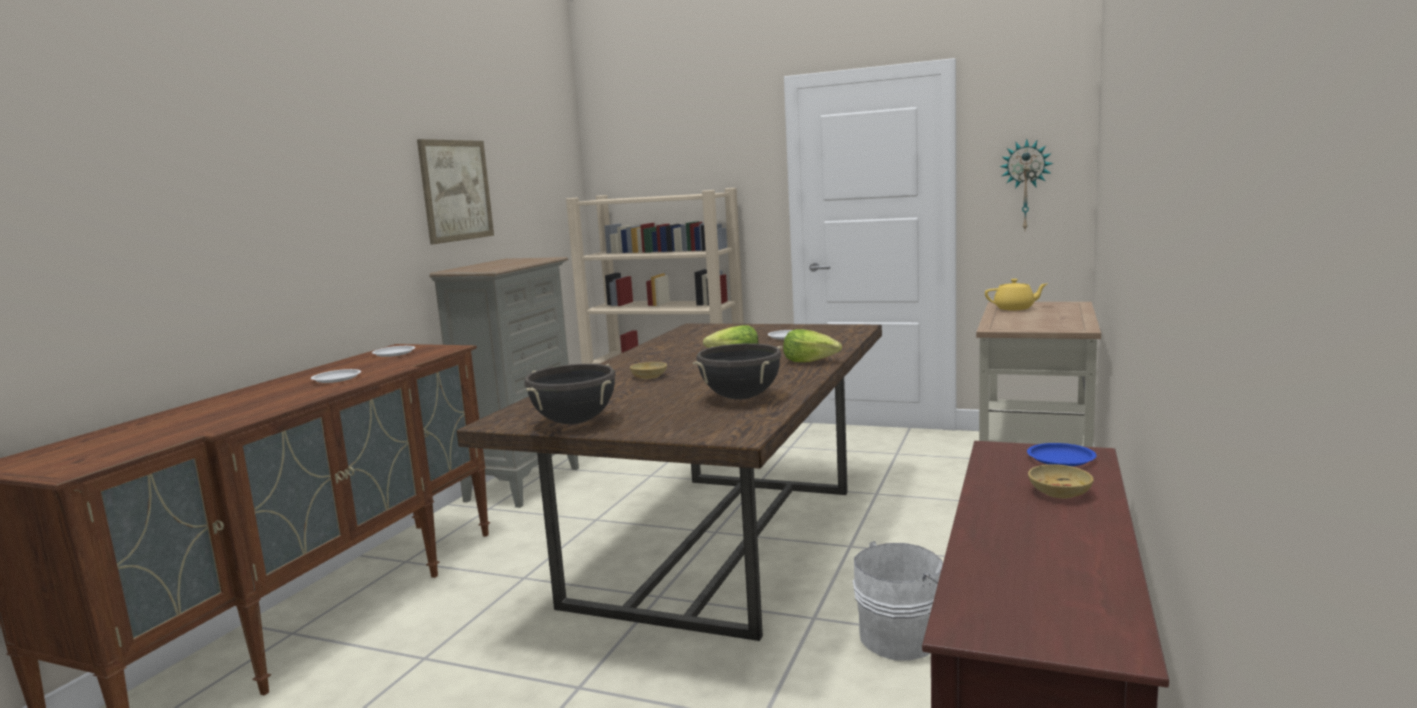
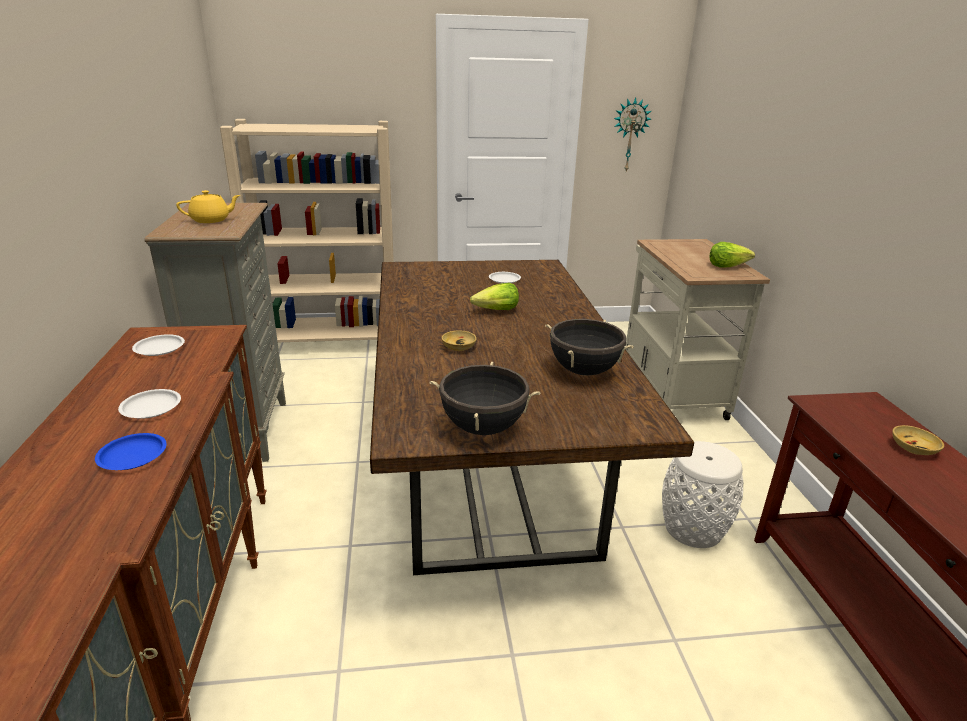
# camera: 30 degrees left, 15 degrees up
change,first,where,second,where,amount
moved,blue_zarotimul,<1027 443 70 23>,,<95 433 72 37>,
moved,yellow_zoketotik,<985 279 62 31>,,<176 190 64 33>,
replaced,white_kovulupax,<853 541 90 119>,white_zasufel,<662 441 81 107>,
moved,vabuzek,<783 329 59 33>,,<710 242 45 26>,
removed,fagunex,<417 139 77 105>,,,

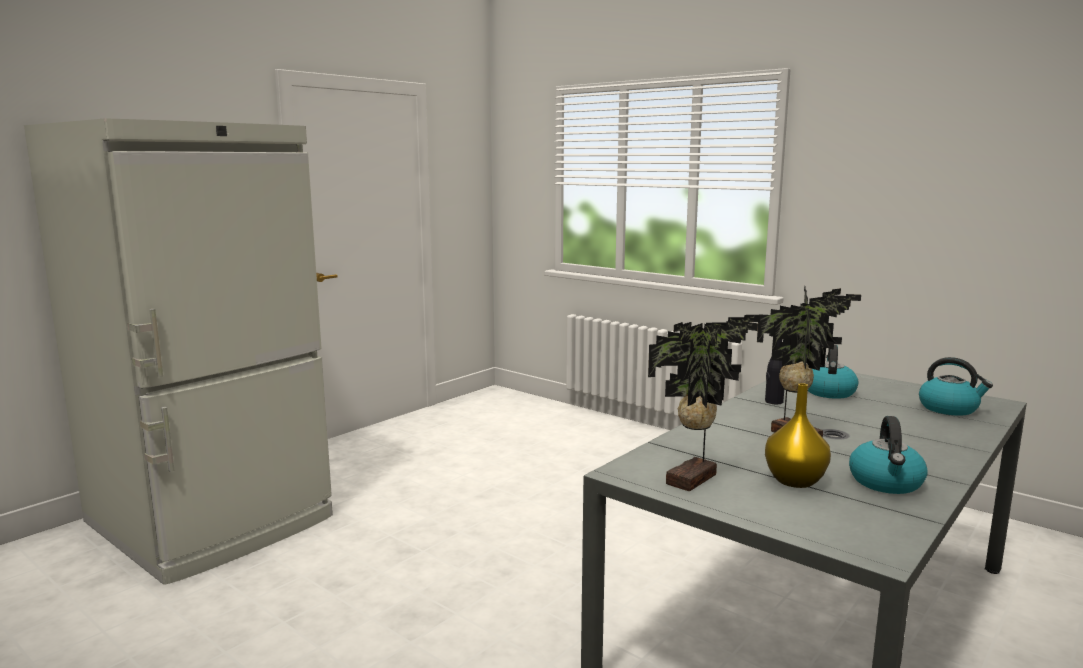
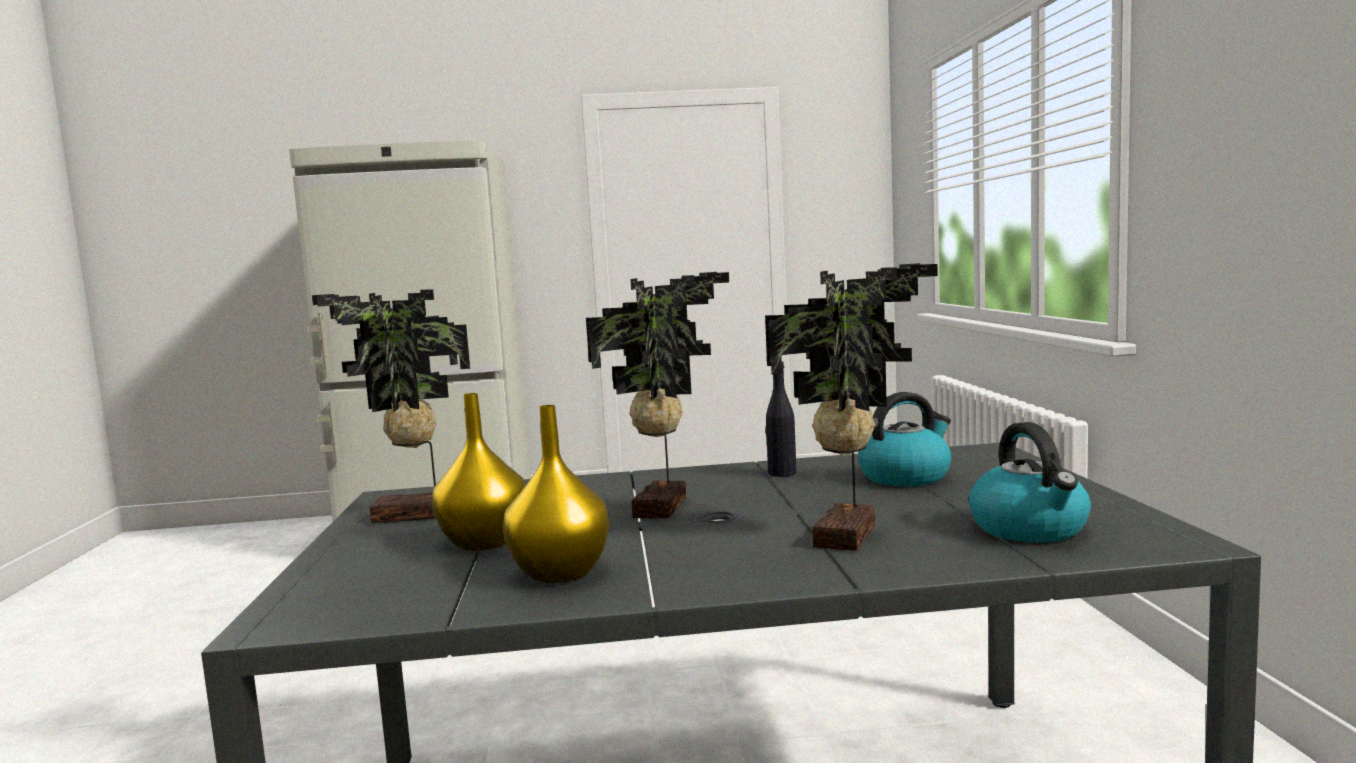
# camera: 45 degrees right, 5 degrees down
change,first,where,second,where,amount
replaced,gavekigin,<849 416 79 78>,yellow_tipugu,<503 405 106 178>,
added,,,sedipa,<765 263 173 288>,

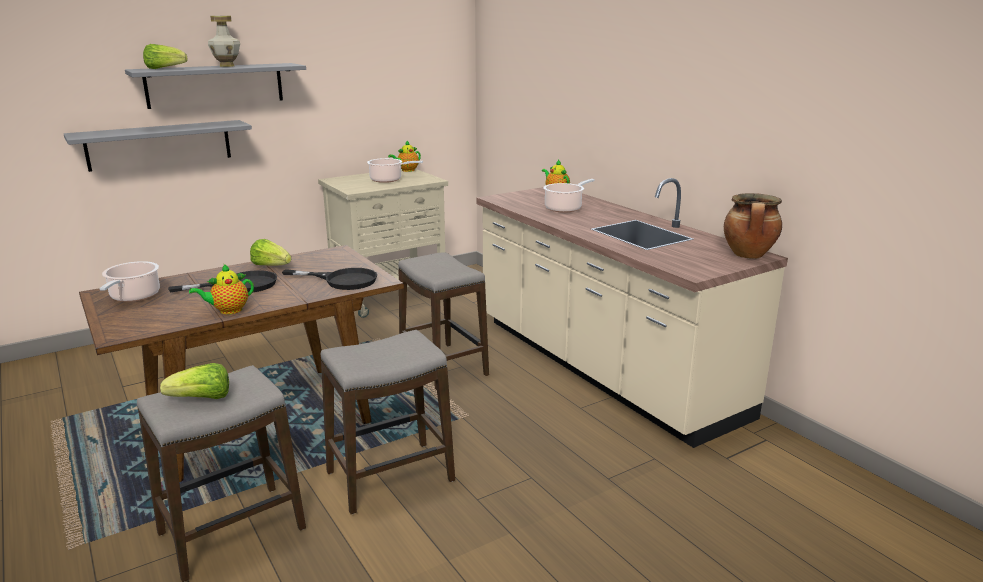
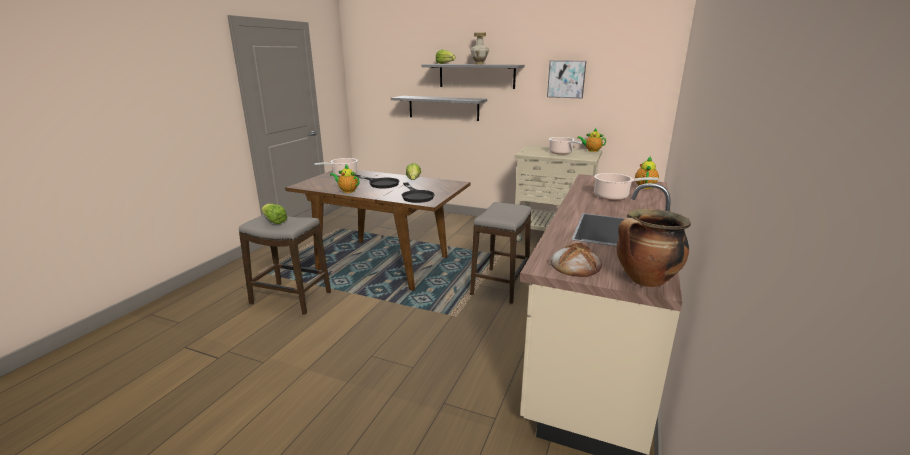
# camera: 55 degrees right, 0 degrees up
change,first,where,second,where,amount
added,,,fagunex,<547 61 39 37>,
added,,,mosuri,<550 243 52 34>,
removed,zasufel,<321 330 134 184>,,,

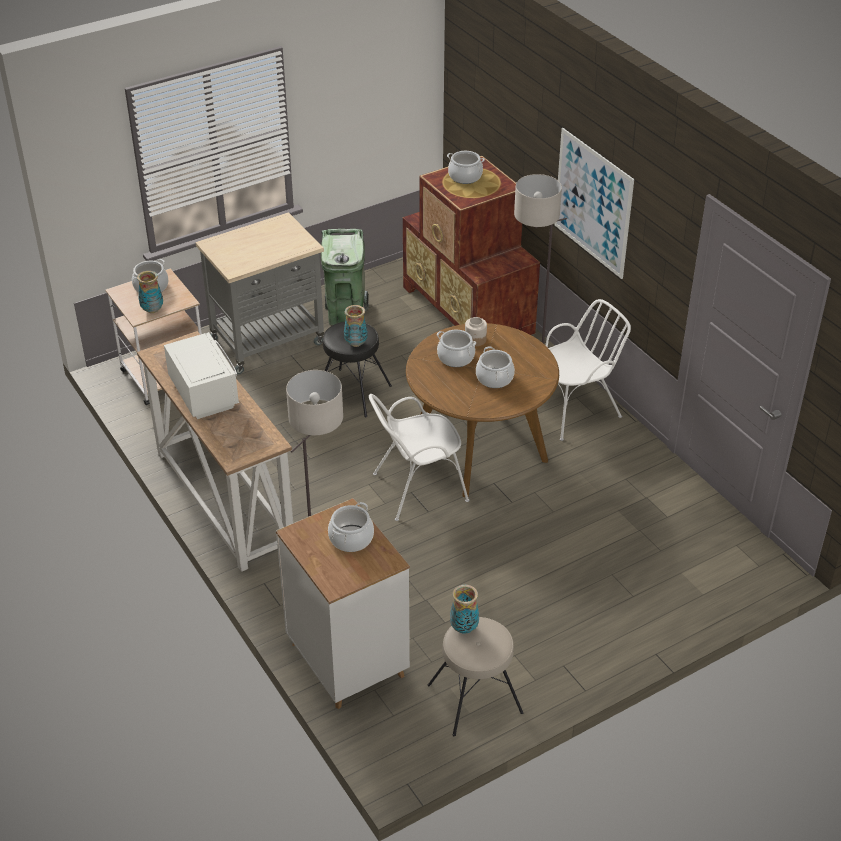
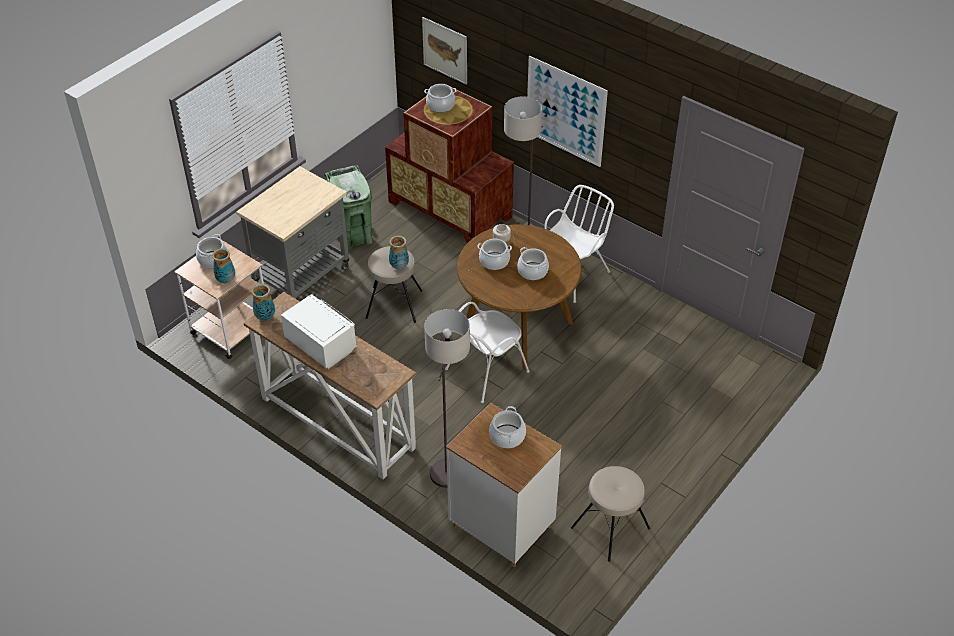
# camera: 20 degrees left, 5 degrees up
change,first,where,second,where,amount
moved,tipugu,<450 585 29 48>,,<251 284 24 36>,
recoloured,black_zasufel,<323 321 69 96>,beige_zasufel,<366 246 56 77>,
added,,,fagunex,<422 17 45 68>,

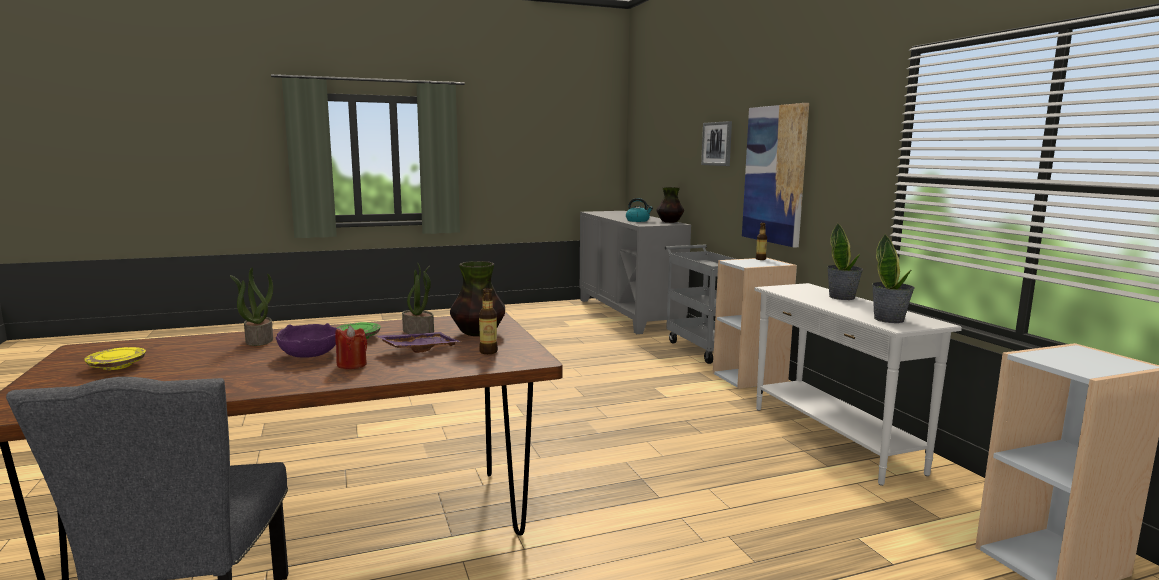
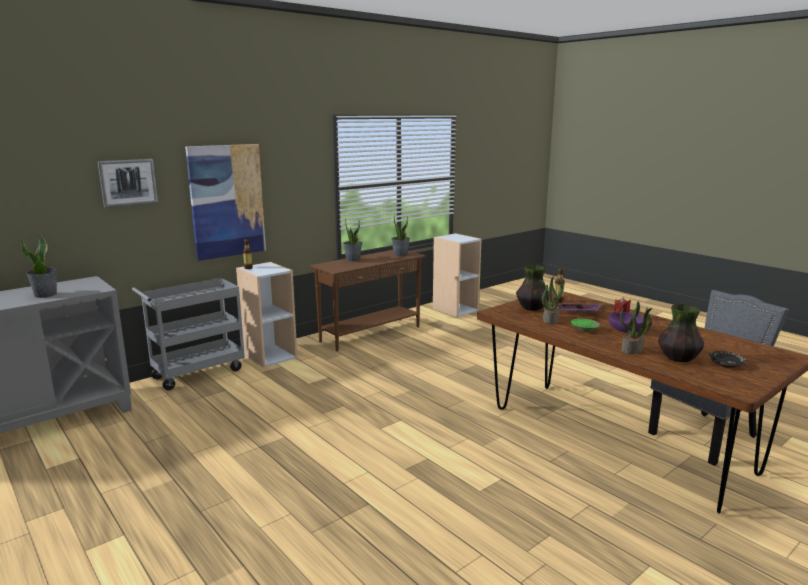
# camera: 110 degrees left, 5 degrees up
change,first,where,second,where,amount
replaced,gavekigin,<626 198 27 24>,sedipa,<21 234 36 64>,
recoloured,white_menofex,<754 283 208 203>,brown_menofex,<310 250 115 102>,
moved,tipugu,<657 187 27 36>,,<658 304 46 58>,
recoloured,yellow_zarotimul,<84 347 62 23>,black_zarotimul,<709 351 38 17>,

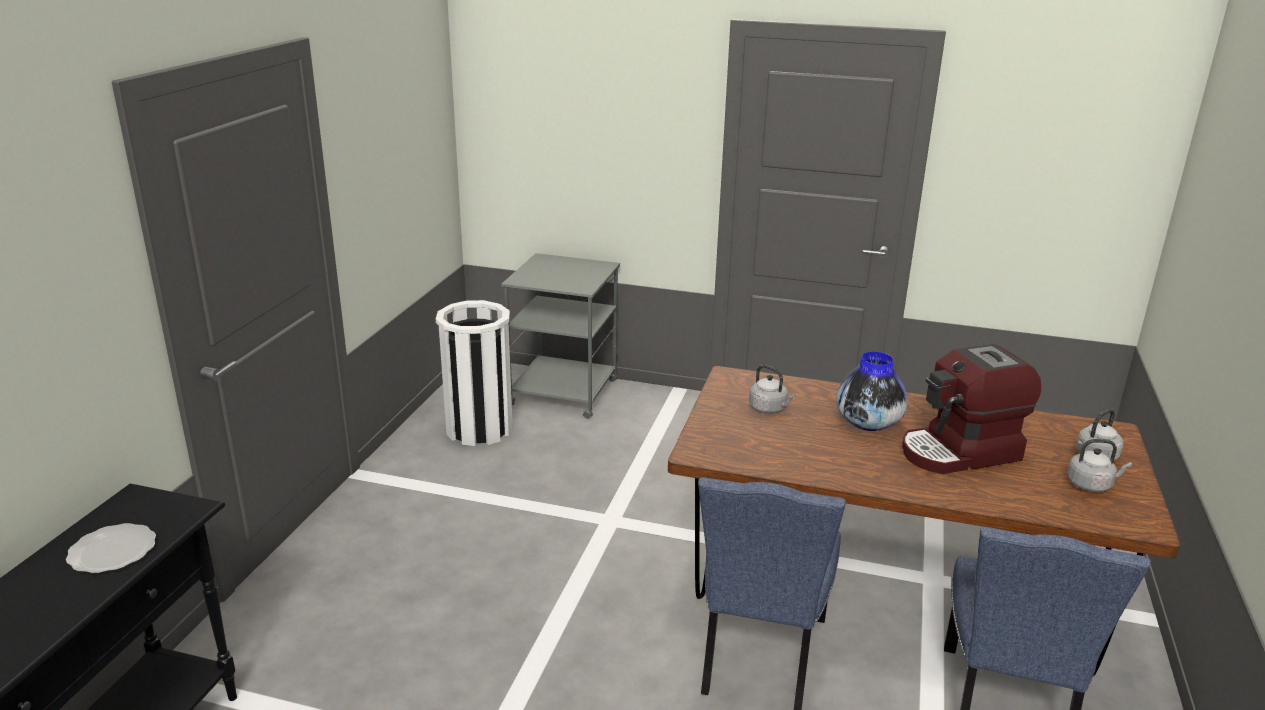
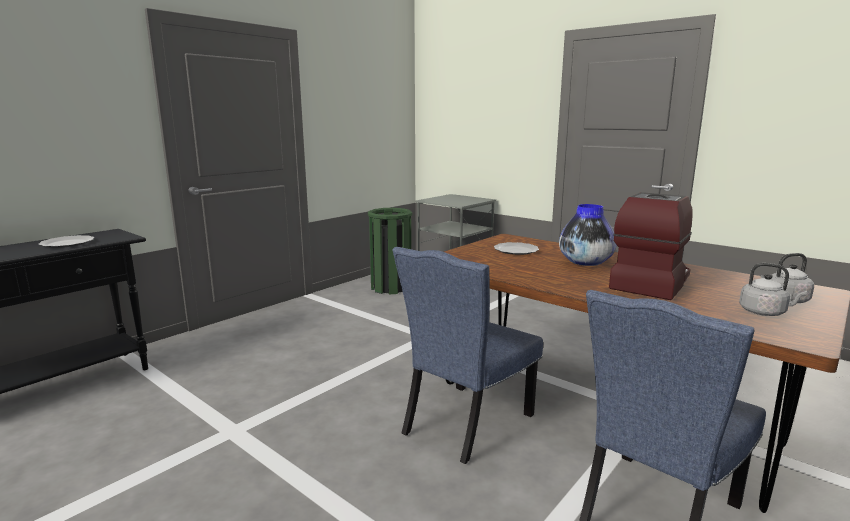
# camera: 25 degrees right, 10 degrees down
change,first,where,second,where,amount
recoloured,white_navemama,<436 300 77 146>,green_navemama,<368 208 44 86>,
replaced,grey_gavekigin,<749 365 46 49>,zarotimul,<494 242 45 13>,
turned,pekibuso,<902 344 139 130>,,<609 192 83 108>,120 degrees clockwise

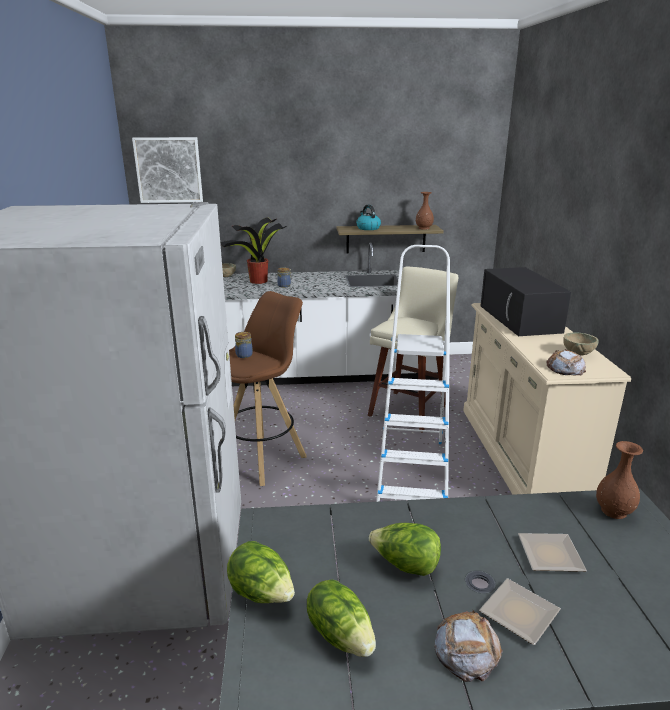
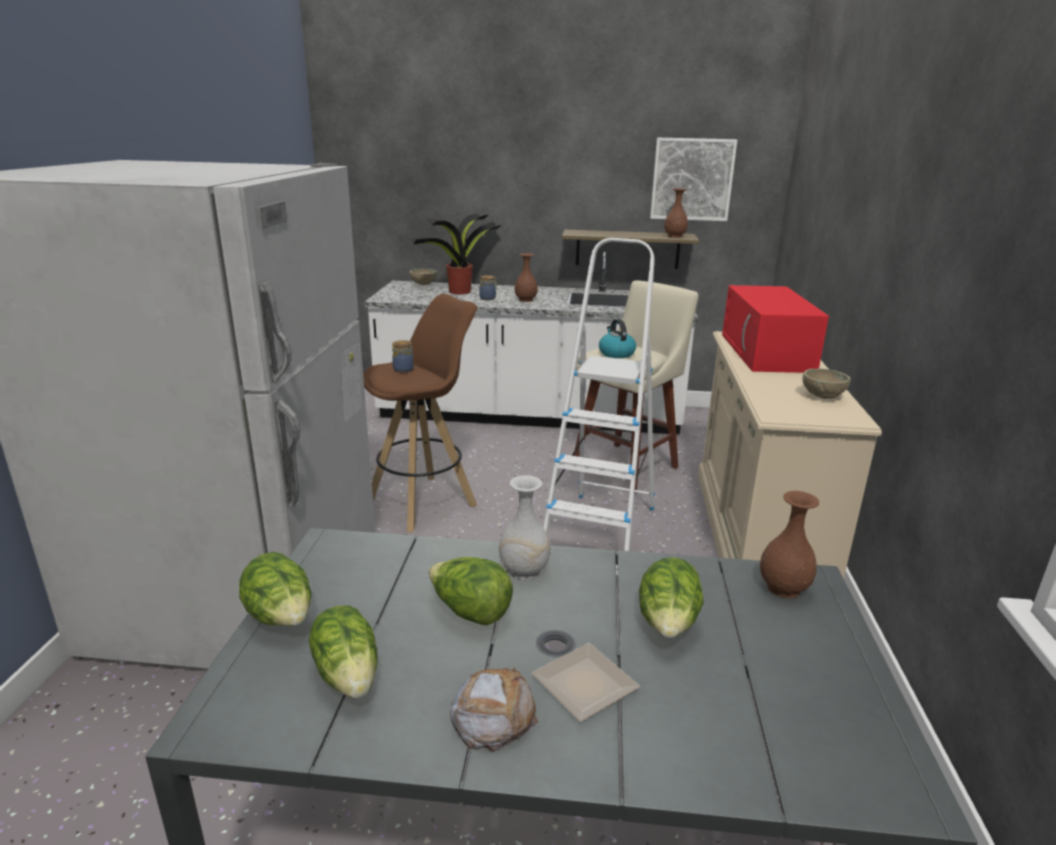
# camera: 10 degrees right, 0 degrees up
change,first,where,second,where,amount
added,,,white_tipugu,<499 475 52 105>,
added,,,brown_tipugu,<515 253 23 49>,
moved,gavekigin,<356 205 25 25>,,<599 319 37 39>,
replaced,zarotimul,<518 533 69 39>,vabuzek,<639 557 65 81>,
moved,fagunex,<132 137 71 66>,,<650 138 87 83>,
recoloured,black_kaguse,<481 267 90 69>,red_kaguse,<722 285 107 88>,
removed,mosuri,<546 349 40 26>,,,

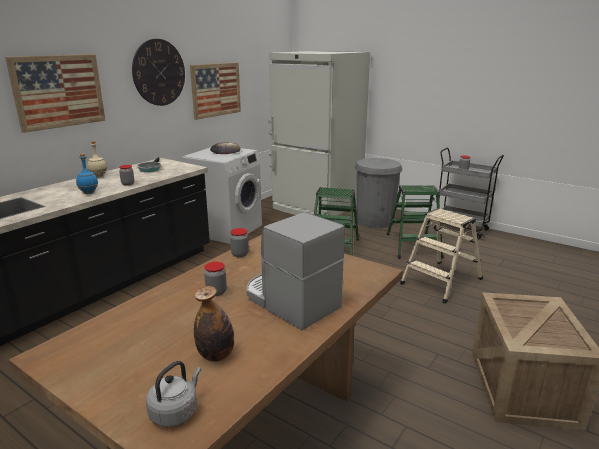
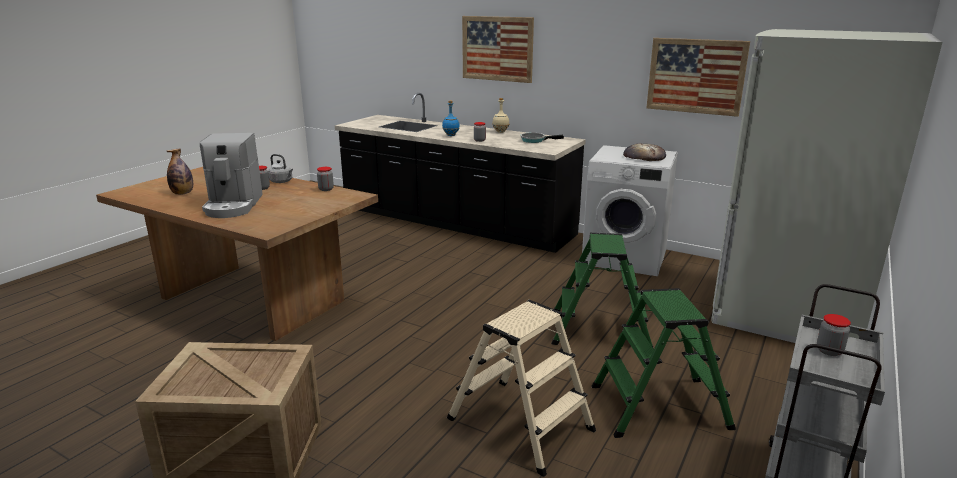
# camera: 85 degrees right, 0 degrees up
change,first,where,second,where,amount
turned,pekibuso,<247 212 98 119>,,<200 133 63 85>,135 degrees clockwise
moved,grey_gavekigin,<146 361 55 66>,,<268 154 25 29>,
removed,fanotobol,<132 39 53 67>,,,
removed,grey_navemama,<355 158 47 70>,,,

